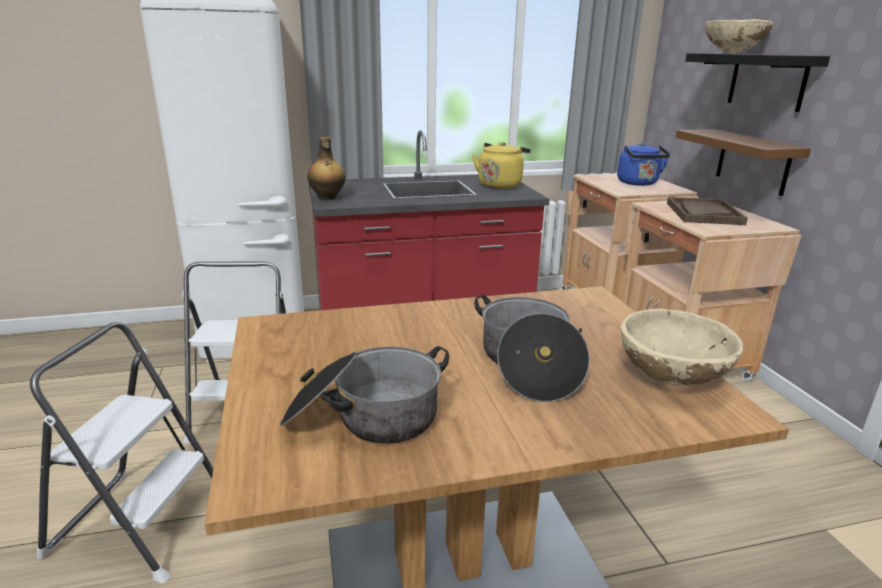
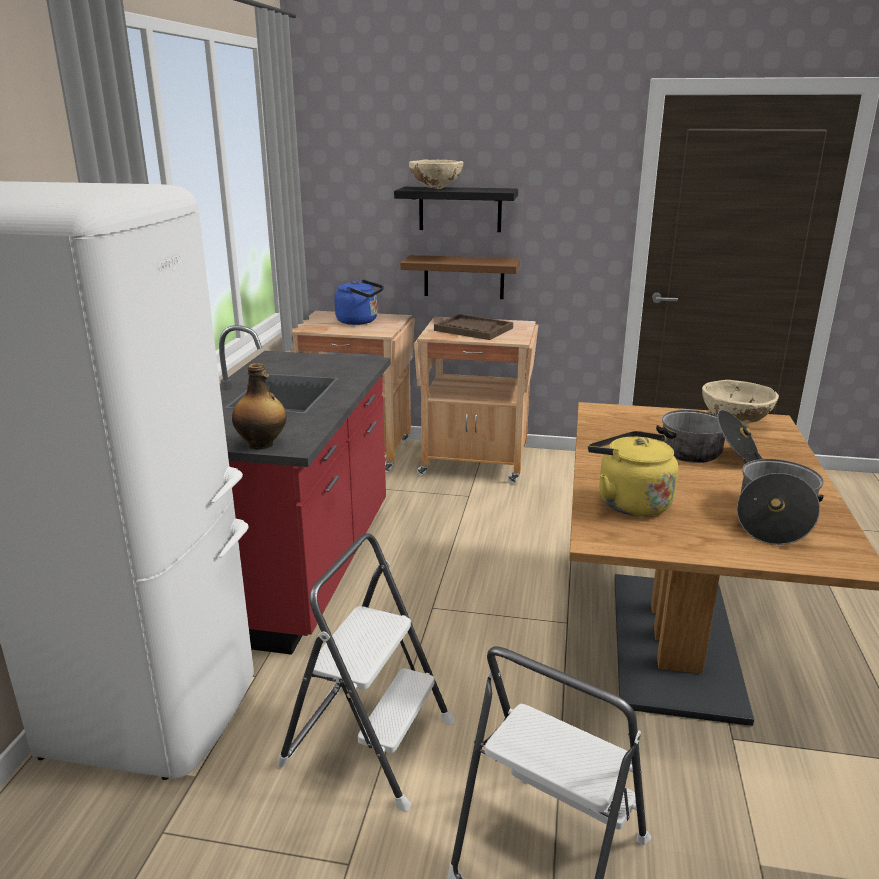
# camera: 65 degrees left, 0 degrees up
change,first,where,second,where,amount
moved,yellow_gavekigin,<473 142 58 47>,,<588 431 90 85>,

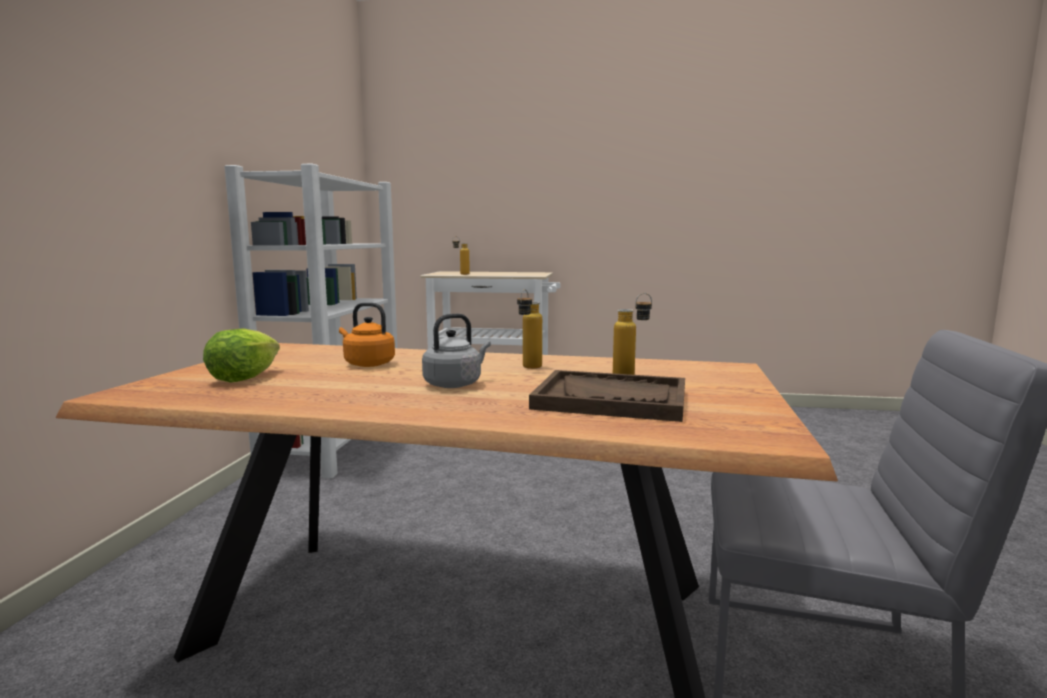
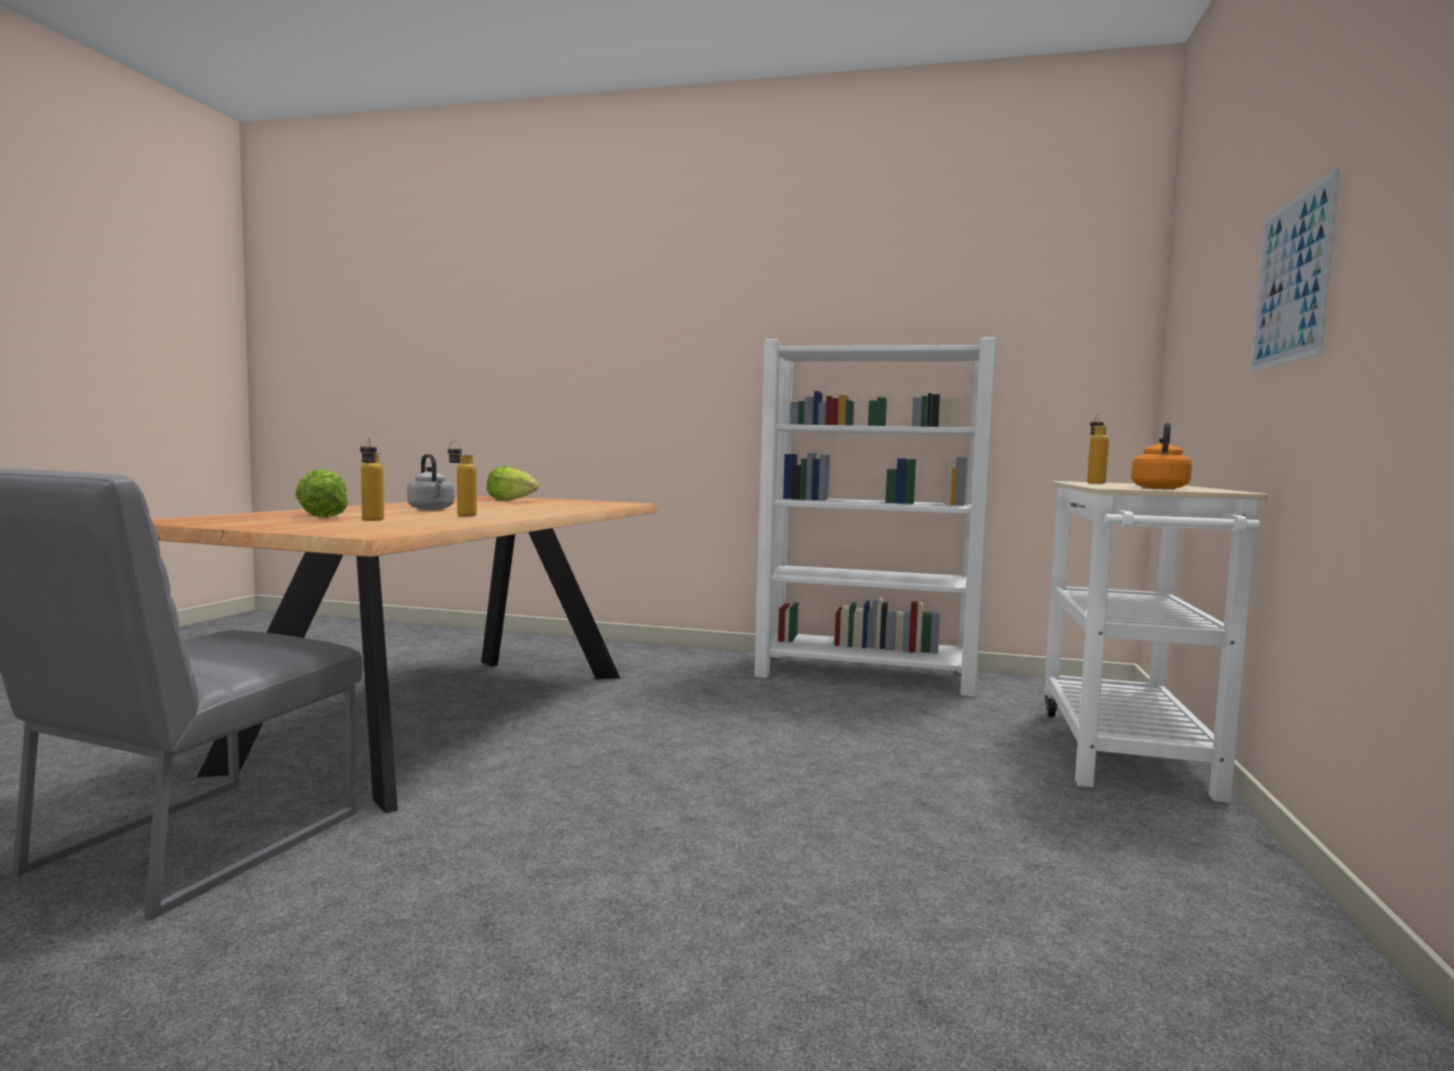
# camera: 95 degrees right, 5 degrees down
change,first,where,second,where,amount
replaced,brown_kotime,<529 370 156 52>,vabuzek,<295 469 53 49>,
moved,orange_gavekigin,<339 302 56 65>,,<1131 422 61 67>,
added,,,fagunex,<1250 168 90 204>,

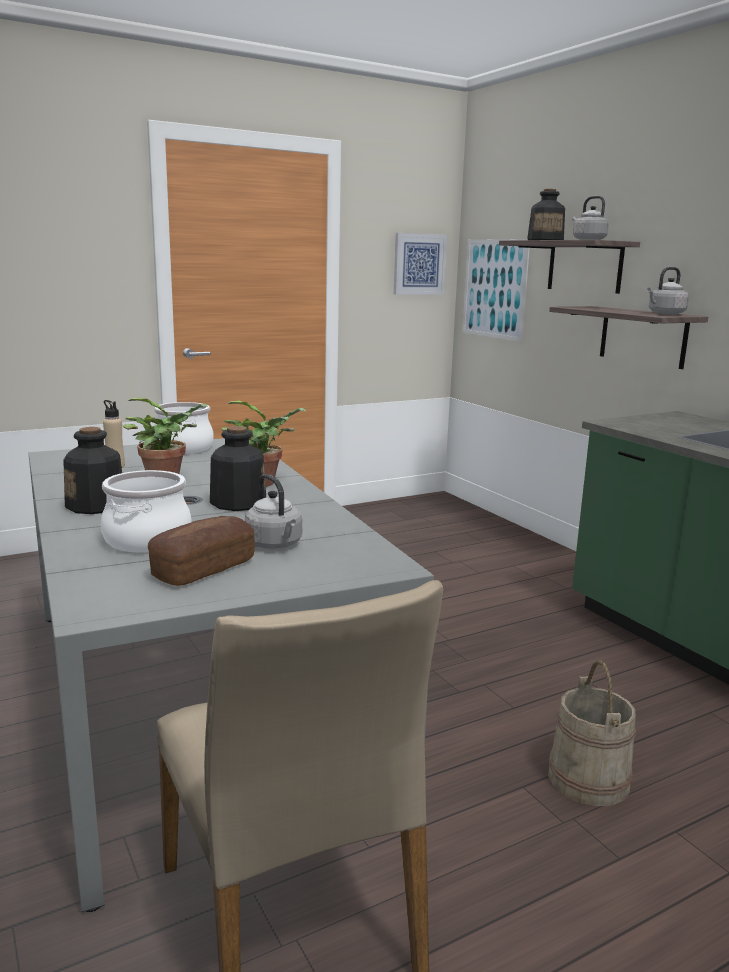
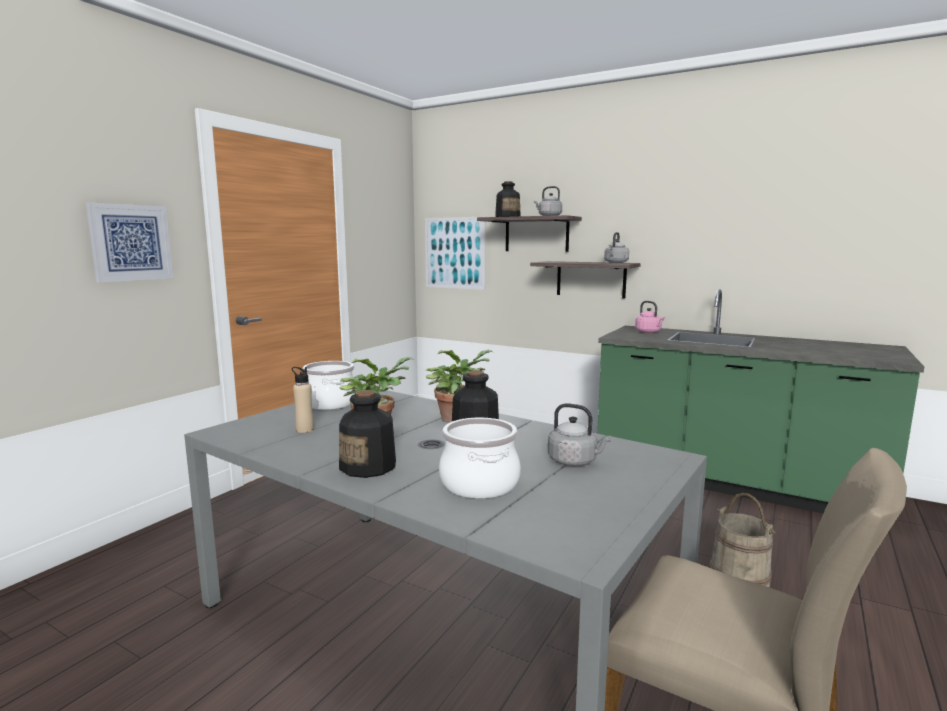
# camera: 30 degrees left, 5 degrees down
change,first,where,second,where,amount
moved,fagunex,<394 233 53 62>,,<86 202 87 81>,
added,,,pink_gavekigin,<635 301 30 32>,
removed,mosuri,<148 516 107 70>,,,

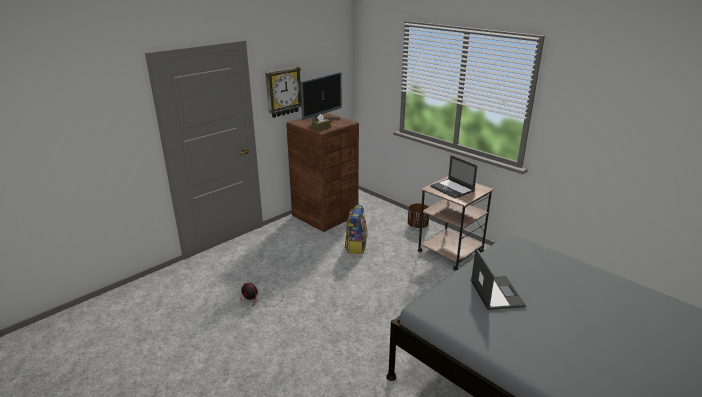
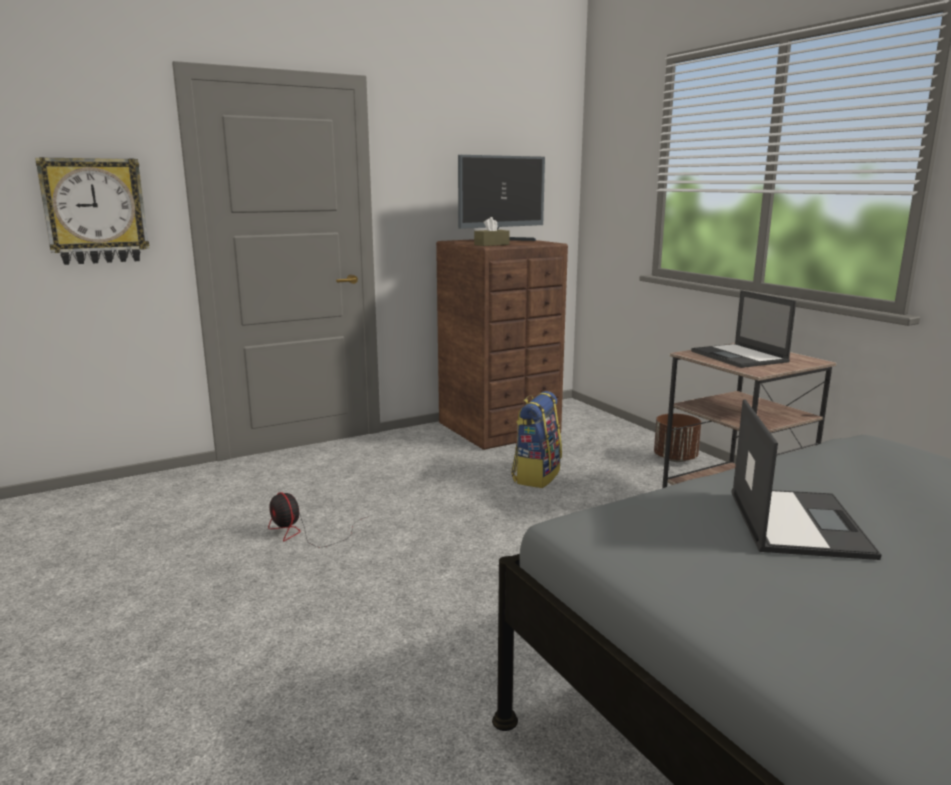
# camera: 15 degrees right, 10 degrees down
change,first,where,second,where,amount
moved,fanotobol,<265 67 36 51>,,<35 157 114 108>,

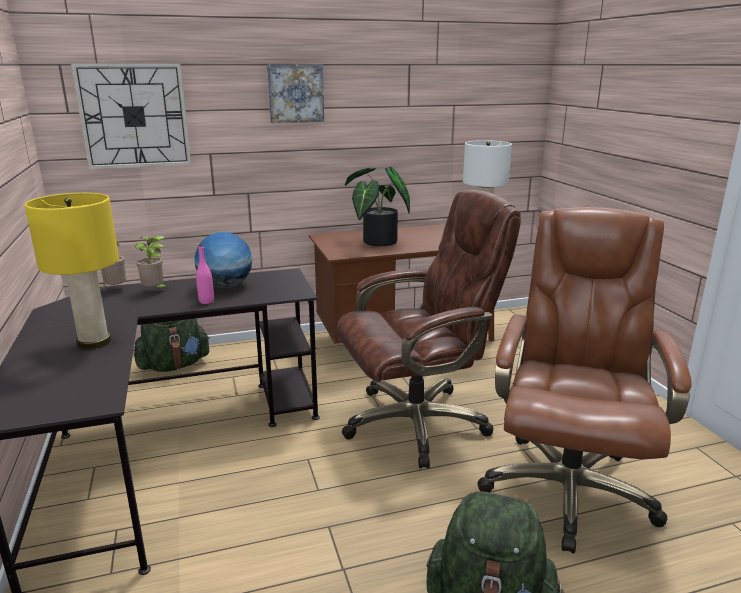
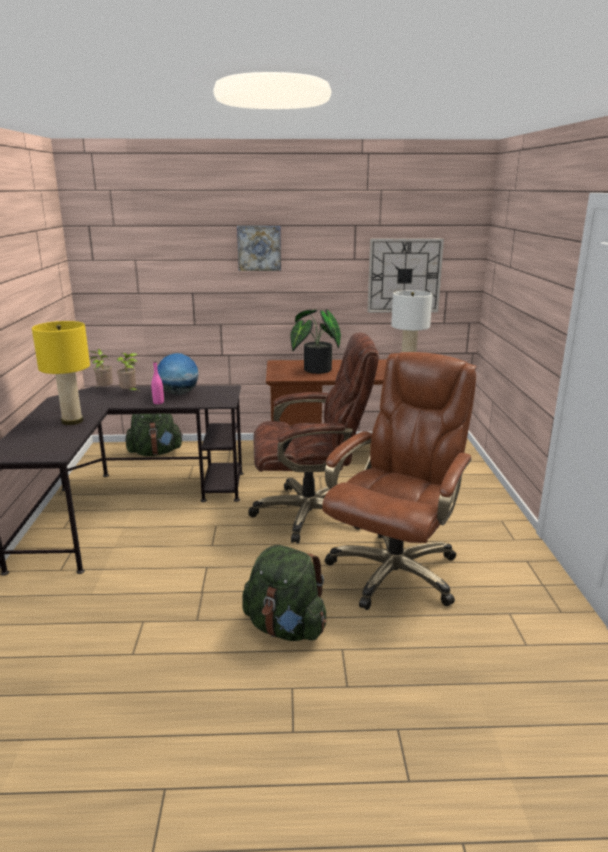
# camera: 15 degrees right, 0 degrees up
change,first,where,second,where,amount
moved,fanotobol,<71 63 120 106>,,<367 238 77 75>,

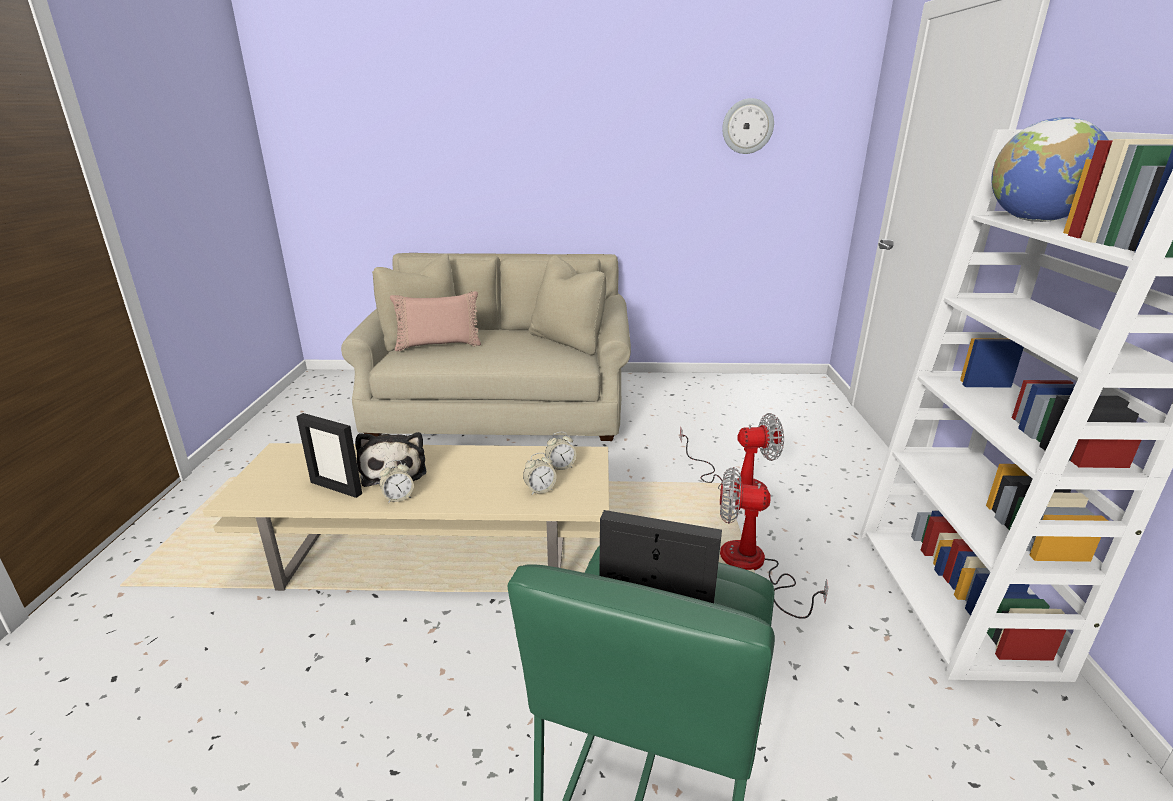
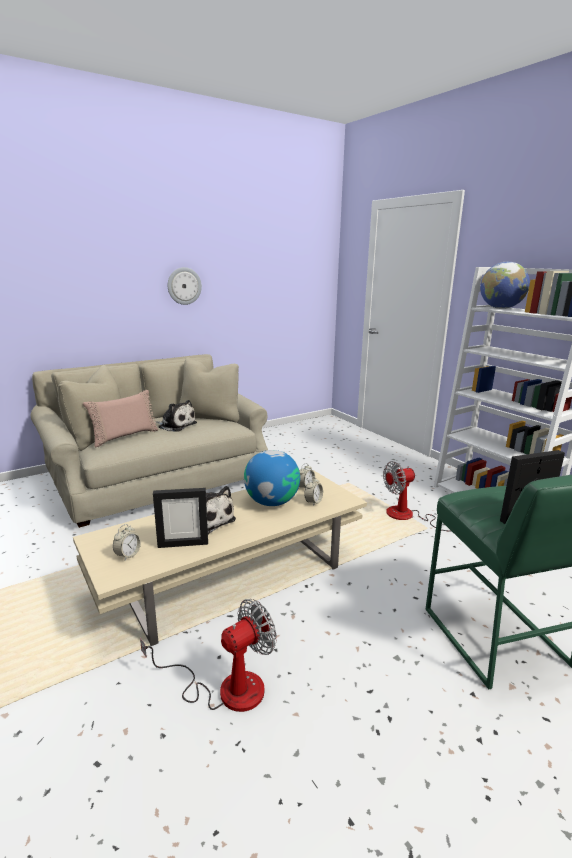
# camera: 35 degrees left, 5 degrees down
change,first,where,second,where,amount
moved,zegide,<379 460 35 44>,,<113 524 28 37>,
moved,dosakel,<680 413 104 80>,,<140 599 137 113>,
added,,,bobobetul,<156 400 41 32>,
moved,fanotobol,<722 98 52 56>,,<168 267 34 38>,
added,,,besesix,<244 450 56 56>,

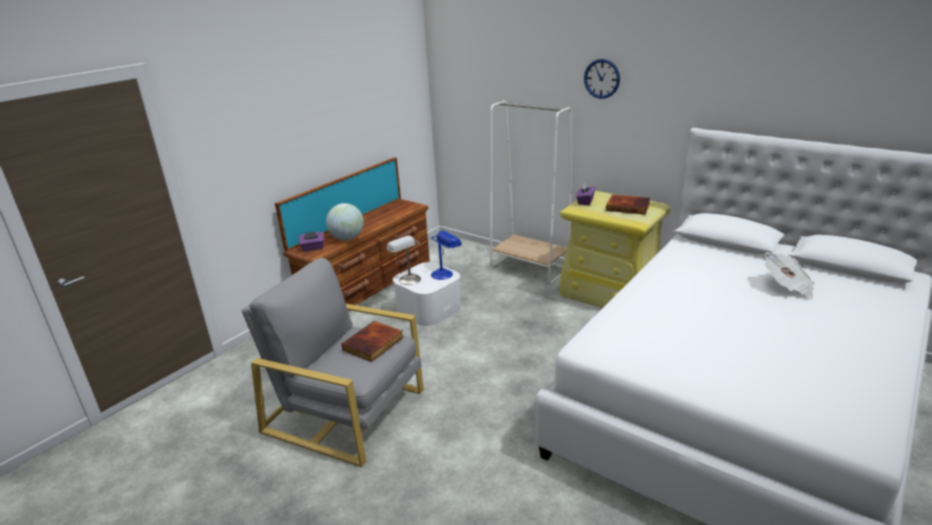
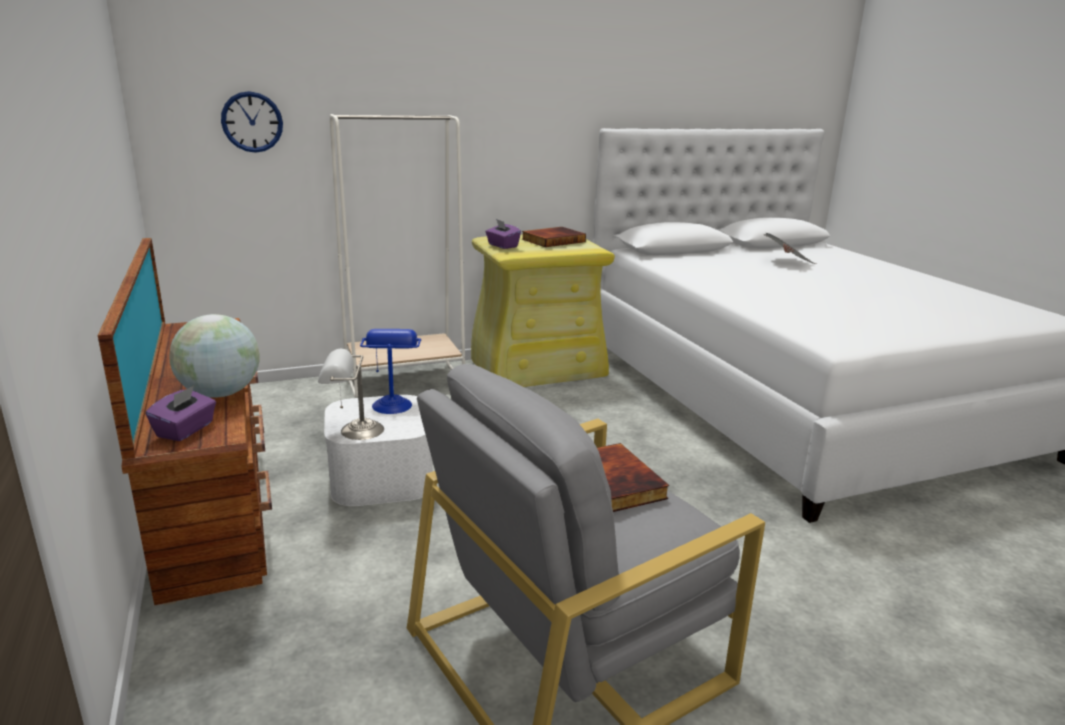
# camera: 60 degrees left, 5 degrees down
change,first,where,second,where,amount
moved,fanotobol,<584 59 36 40>,,<221 91 62 62>,

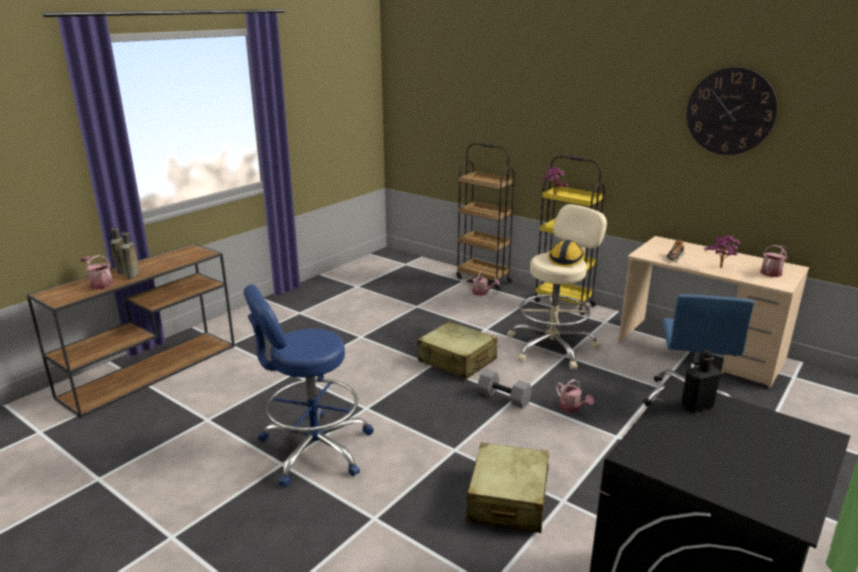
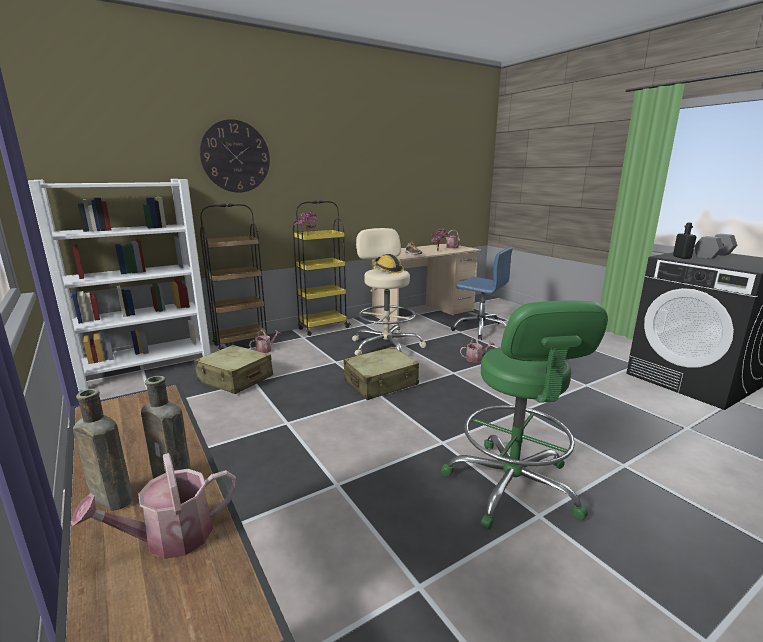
# camera: 70 degrees left, 5 degrees down
change,first,where,second,where,amount
added,,,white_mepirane,<28 179 183 212>,
moved,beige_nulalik,<467 443 82 90>,,<194 345 79 49>,
moved,fanotobol,<686 67 92 88>,,<200 119 70 74>,
recoloured,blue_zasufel,<243 284 131 203>,green_zasufel,<441 301 167 229>,
moved,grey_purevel,<477 369 55 40>,,<694 234 43 25>,

